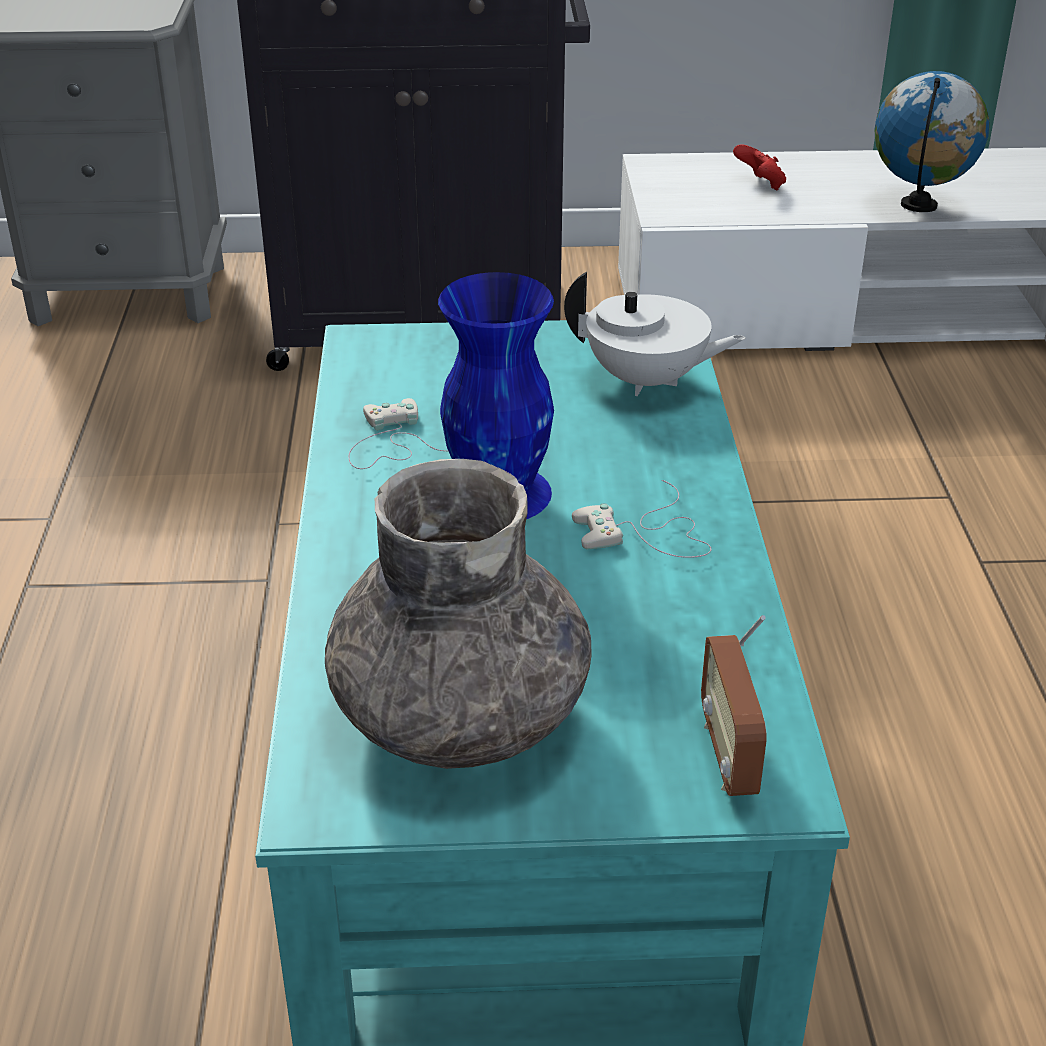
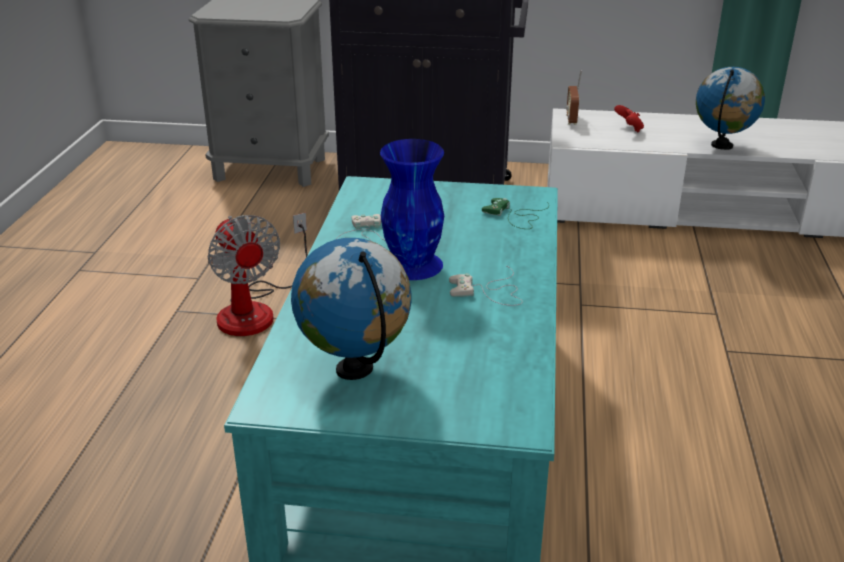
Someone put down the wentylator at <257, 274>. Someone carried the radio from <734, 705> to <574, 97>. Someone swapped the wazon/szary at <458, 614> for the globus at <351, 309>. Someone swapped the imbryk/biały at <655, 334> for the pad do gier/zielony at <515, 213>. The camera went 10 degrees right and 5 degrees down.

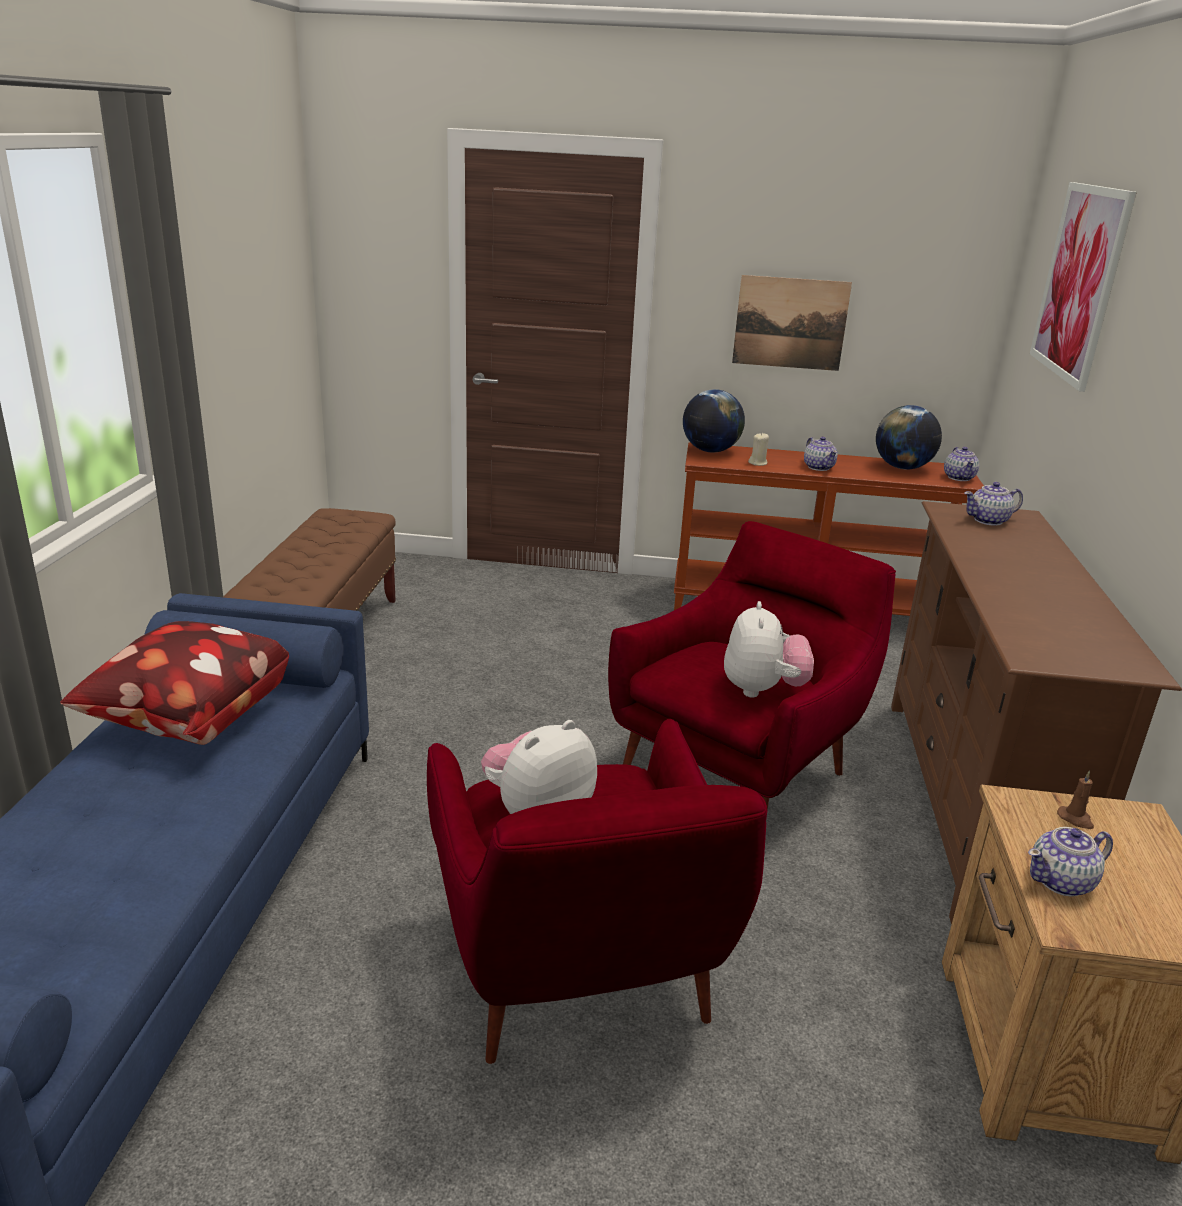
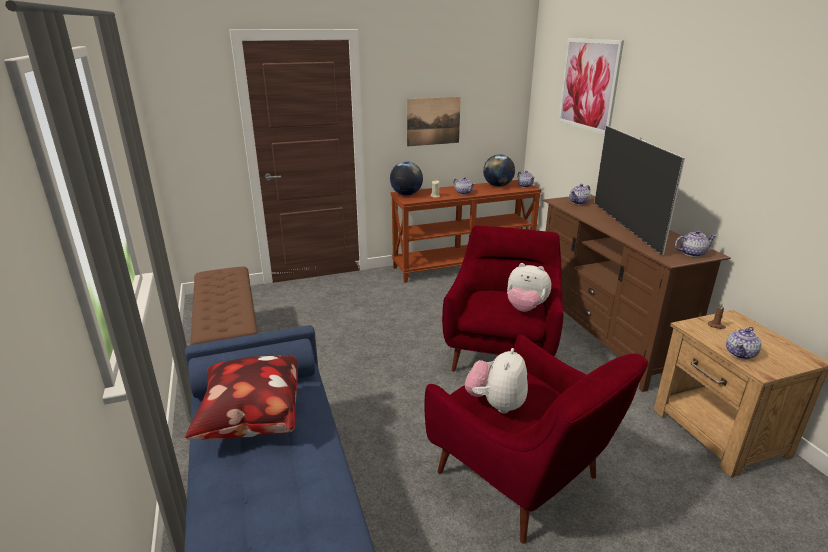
Someone put down the telewizor at <639, 191>. Someone put down the imbryk at <695, 243>. Someone rotated the pluszak at <769, 649> by 135 degrees clockwise. The camera went 25 degrees left and 0 degrees up.

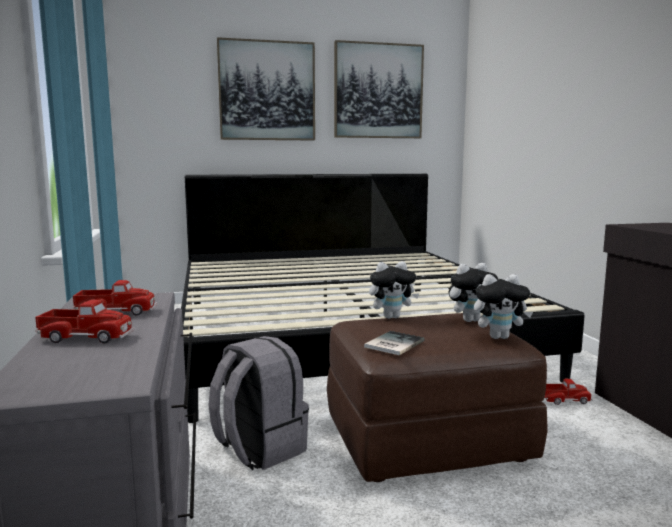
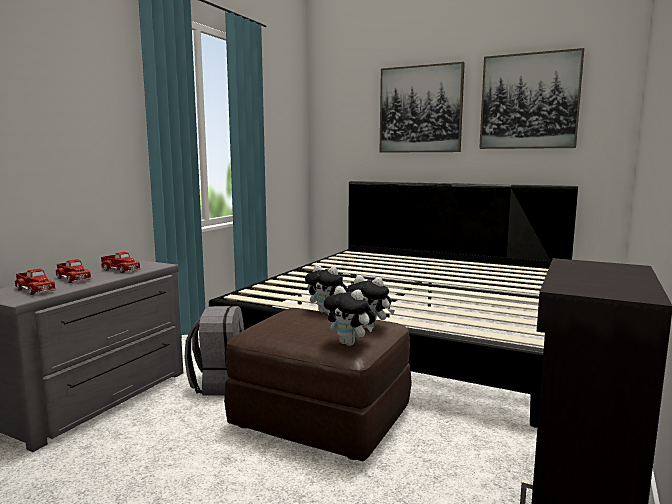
Someone took away the książka at <394, 343>. Someone carried the ciężarówka zabawkowa from <568, 391> to <35, 281>. The camera went 40 degrees right and 0 degrees up.

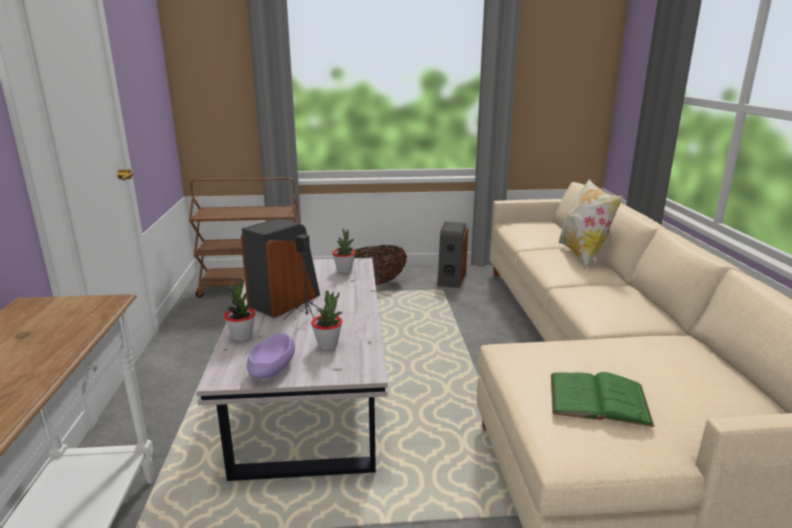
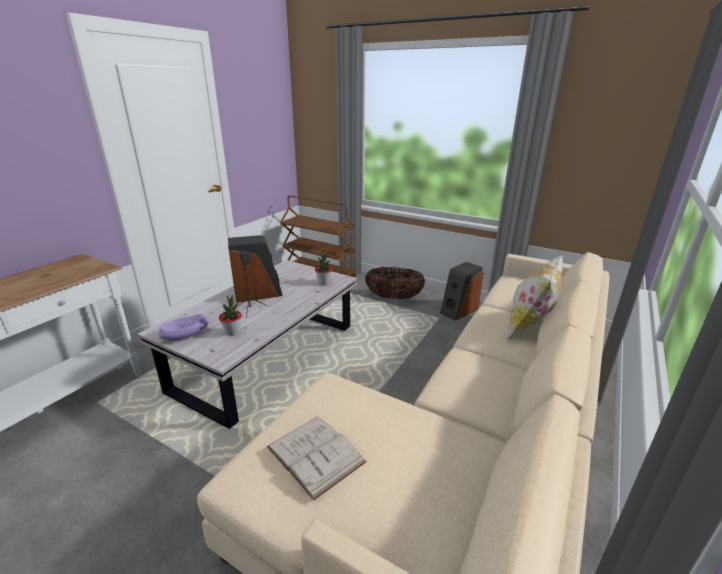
Someone took away the roślina doniczkowa at <239, 310>. Someone repainted the książka/zielony at <602, 399>, which became the książka/biały at <316, 458>. The camera went 35 degrees right and 5 degrees up.

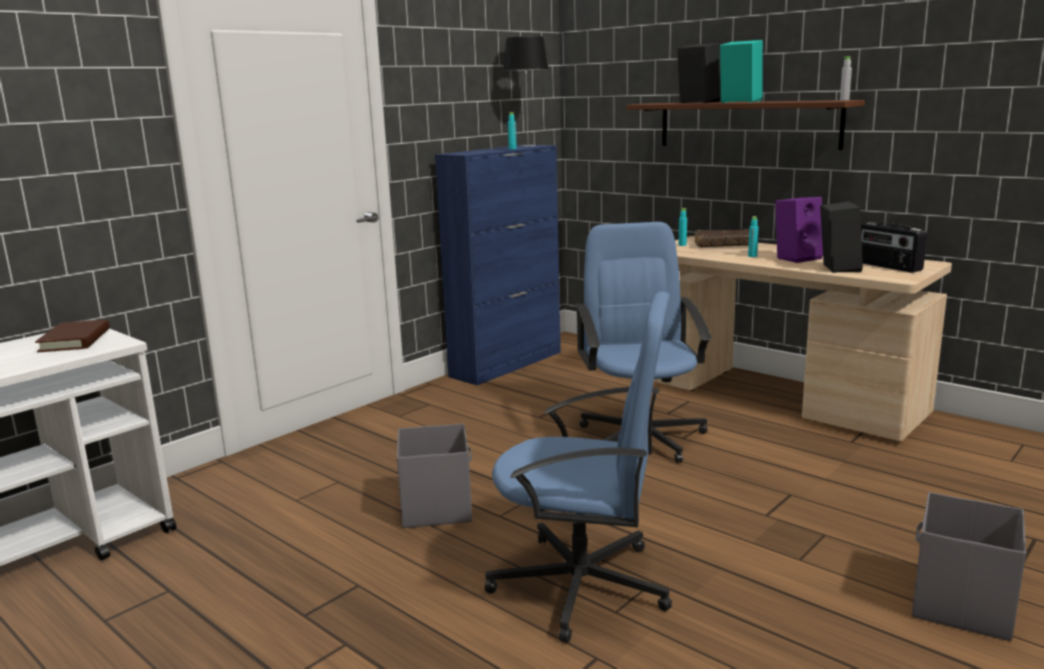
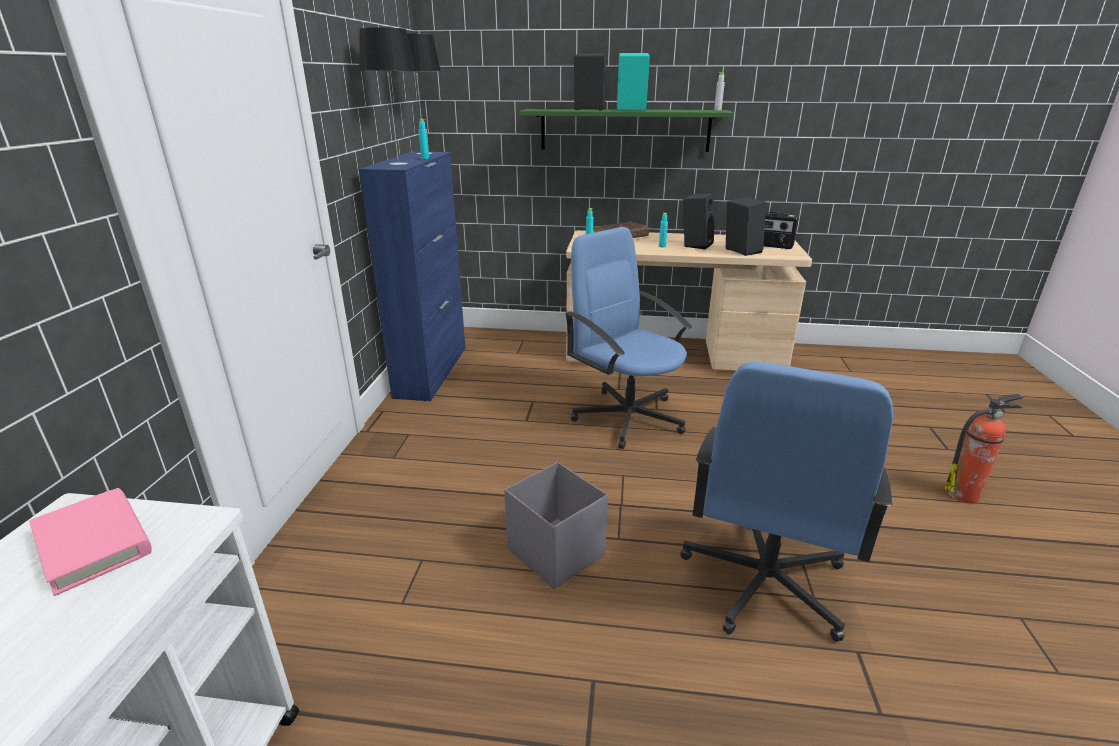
Someone put down the lampa stołowa at <387, 96>. Someone swapped the pojemnik do przechowywania/szary at <969, 566> for the gaśnica at <984, 448>. Someone repainted the książka/brązowy at <72, 336>, which became the książka/różowy at <90, 542>. Someone repainted the półka/brązowy at <745, 125>, which became the półka/zielony at <626, 130>. Someone repainted the głośnik/fioletowy at <799, 230>, which became the głośnik/czarny at <698, 221>. Someone rotated the krzesło biurowe/niebieski at <578, 467> by 135 degrees clockwise. The camera went 35 degrees left and 10 degrees up.

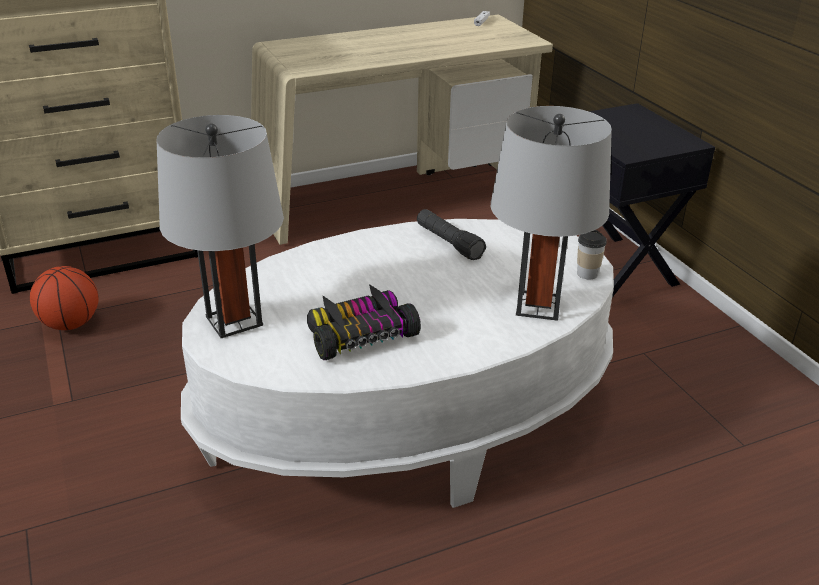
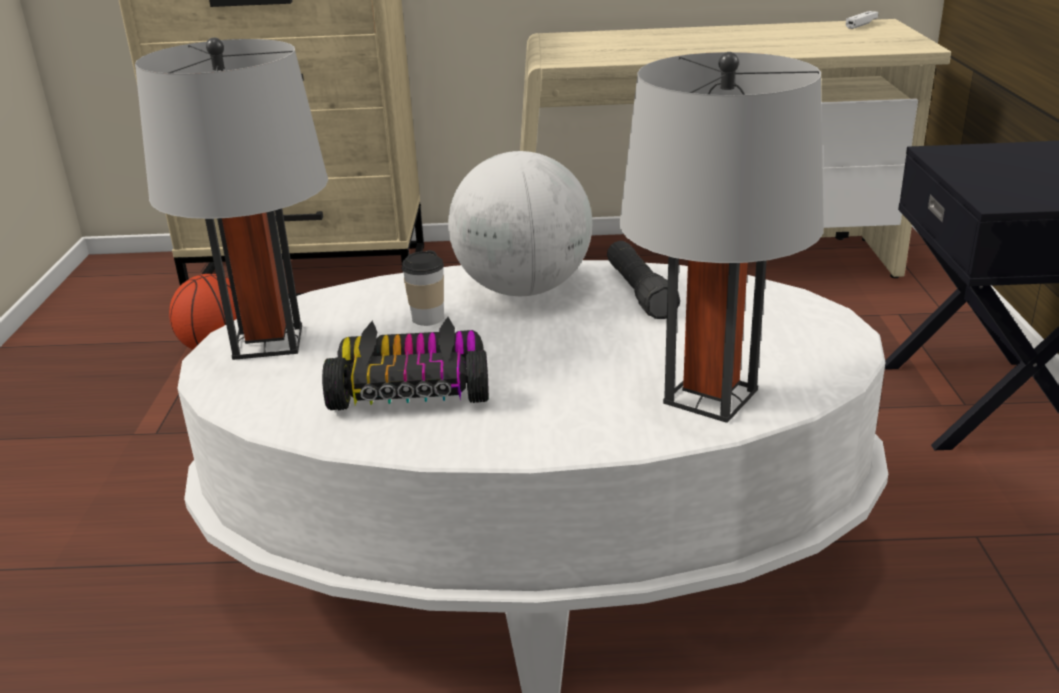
Someone put down the globus at <520, 223>. Someone carried the filiżanka from <592, 254> to <423, 288>. The camera went 25 degrees right and 5 degrees down.

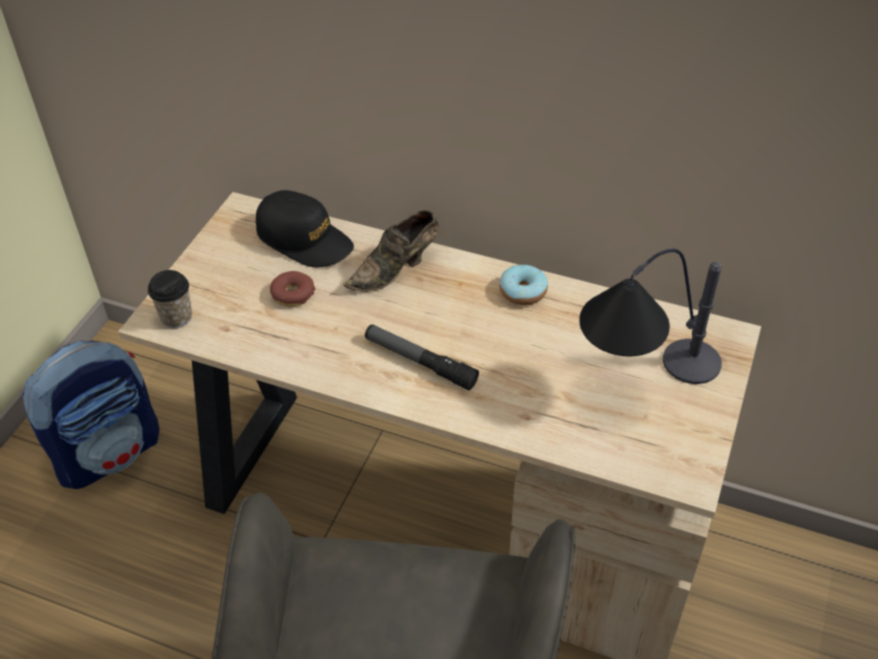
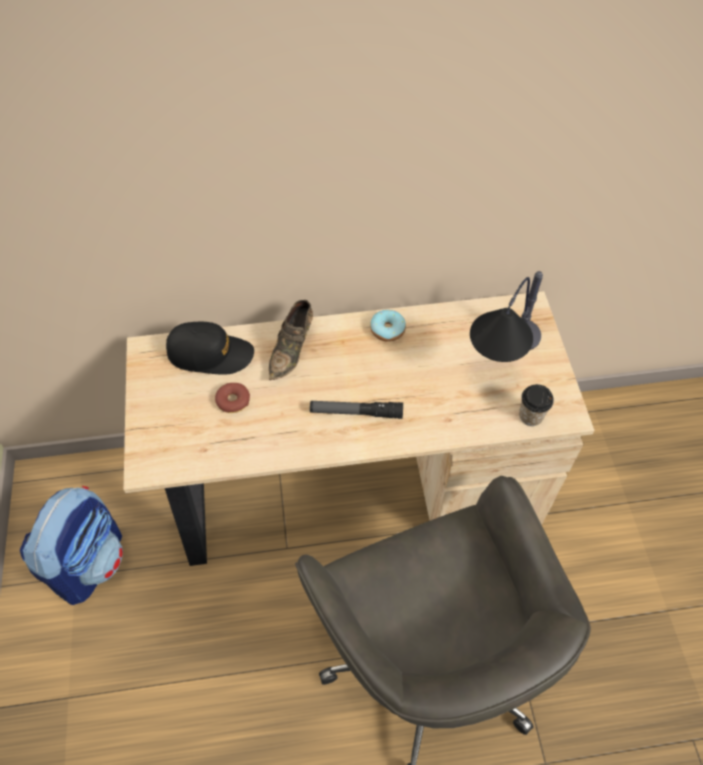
Someone carried the filiżanka from <170, 299> to <536, 405>. The camera went 30 degrees left and 10 degrees up.

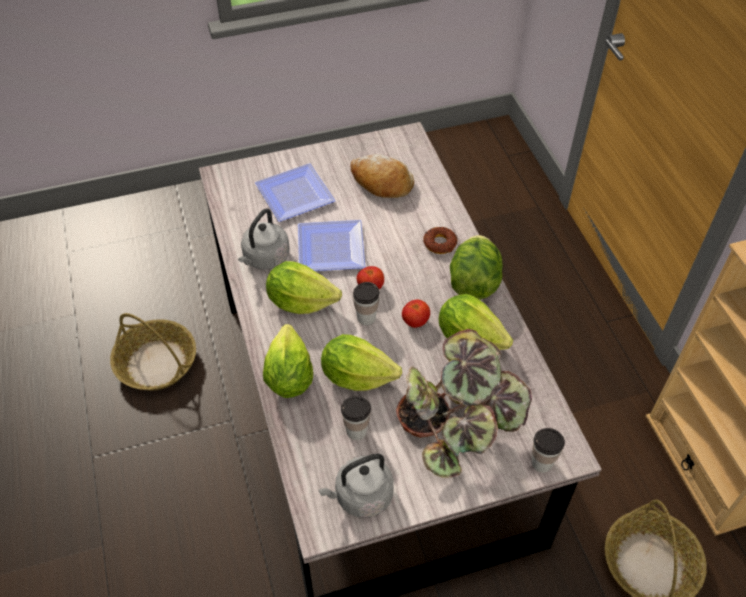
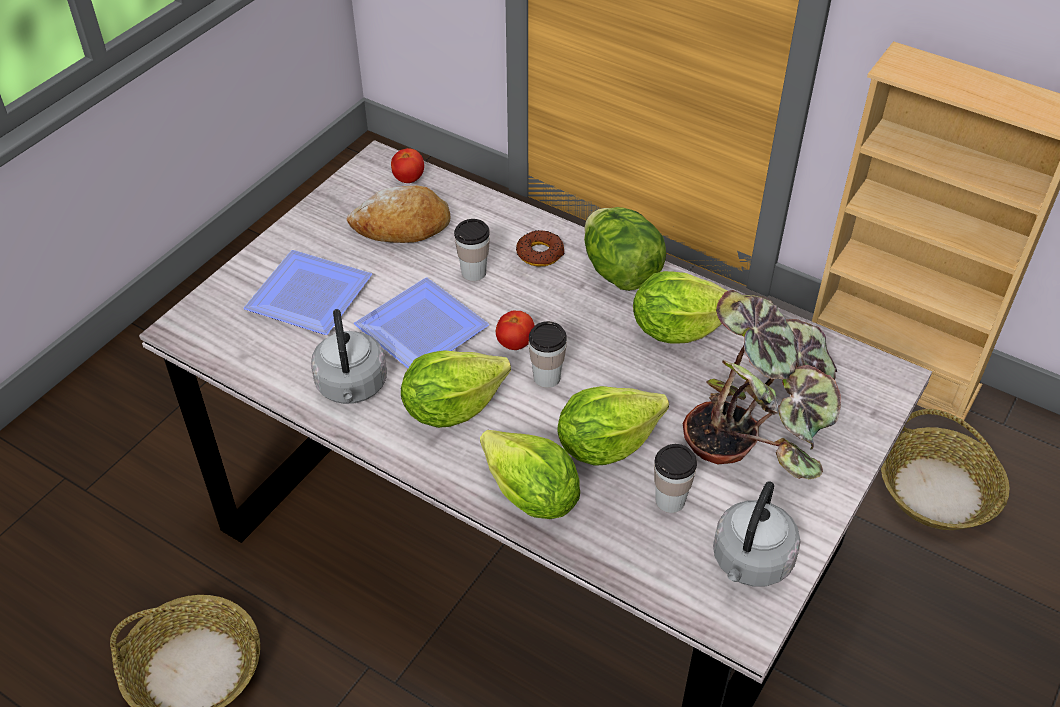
Someone carried the pomidor from <416, 313> to <407, 165>. Someone carried the filiżanka from <548, 450> to <472, 250>. The camera went 40 degrees left and 5 degrees down.

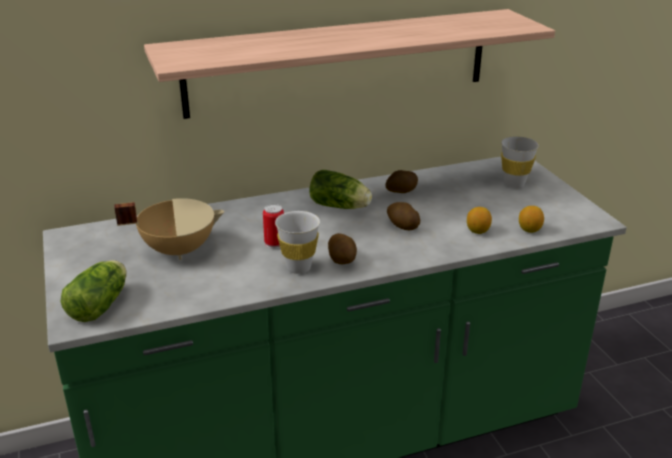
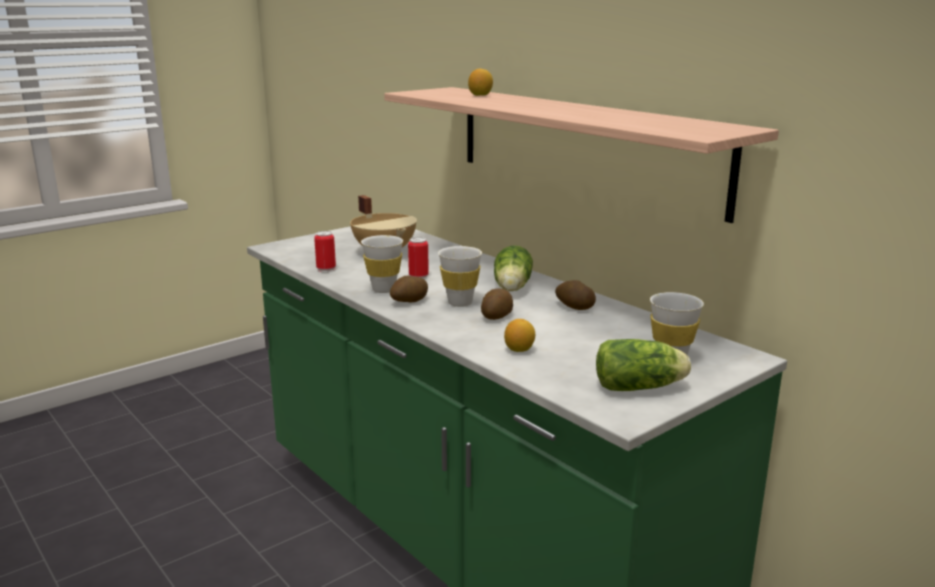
Someone put down the puszka at <325, 251>. Someone put down the filiżanka/biały at <460, 276>. Someone carried the sałata from <94, 291> to <643, 365>. Someone carried the cytryna from <531, 219> to <480, 82>. The camera went 70 degrees right and 10 degrees down.

